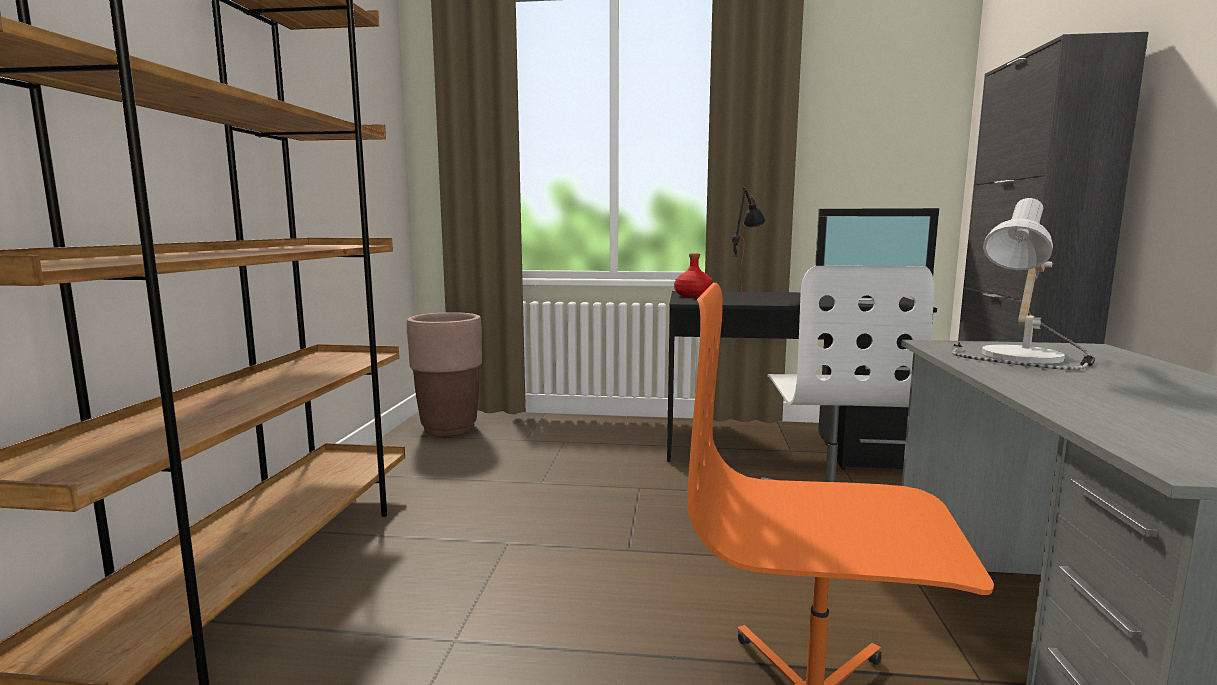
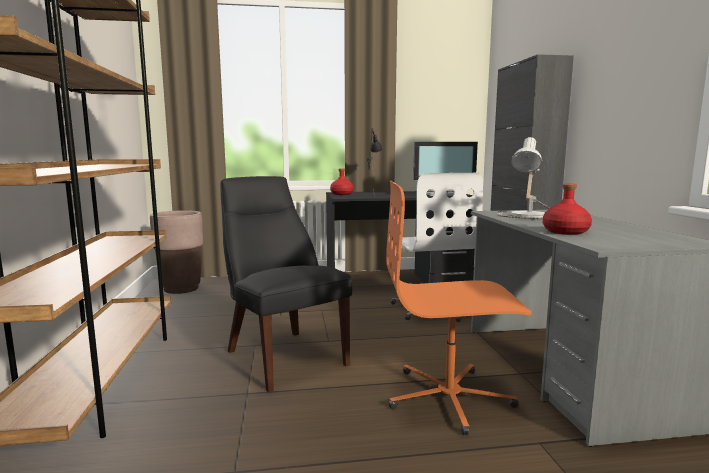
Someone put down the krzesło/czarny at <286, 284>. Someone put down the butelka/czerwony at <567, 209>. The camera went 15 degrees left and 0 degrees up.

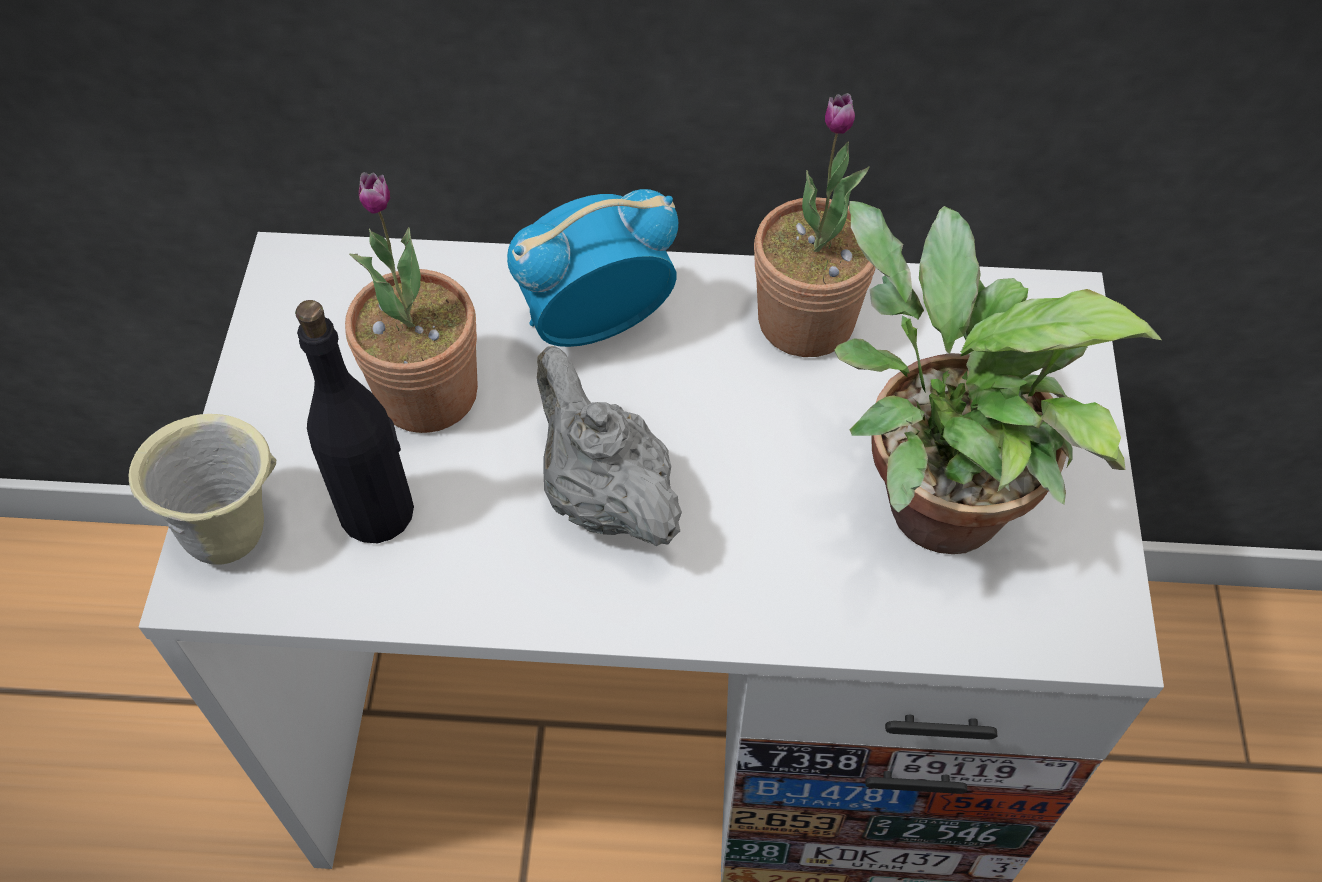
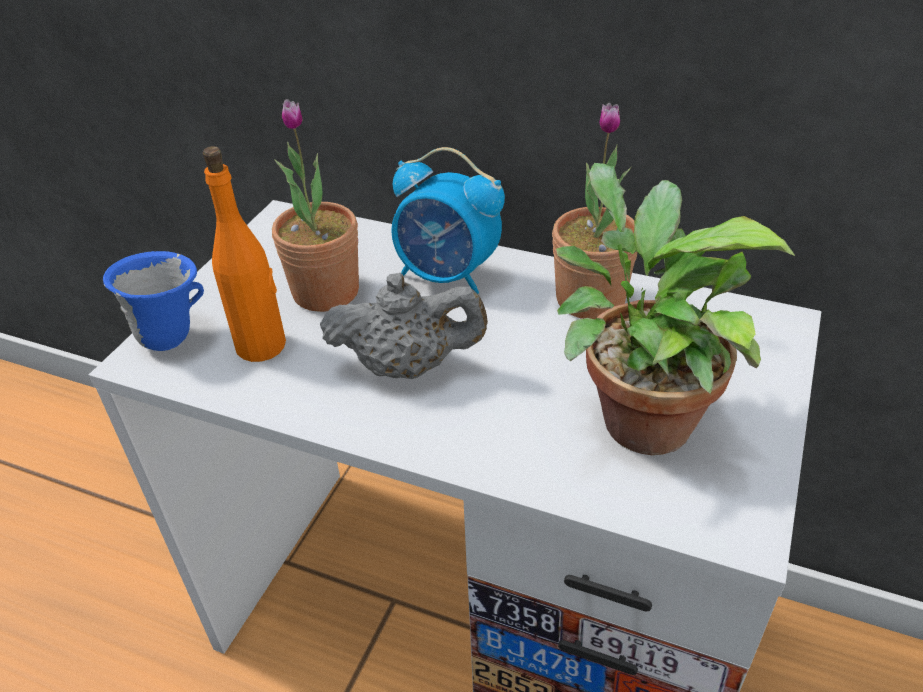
Someone repainted the kubek/beżowy at <202, 489>, which became the kubek/niebieski at <153, 301>. Someone repainted the butelka/czarny at <354, 421>, which became the butelka/pomarańczowy at <244, 254>. Someone rotated the budzik at <592, 268> by 150 degrees counterclockwise. Someone rotated the imbryk/szary at <609, 446> by 105 degrees clockwise. The camera went 20 degrees right and 15 degrees down.

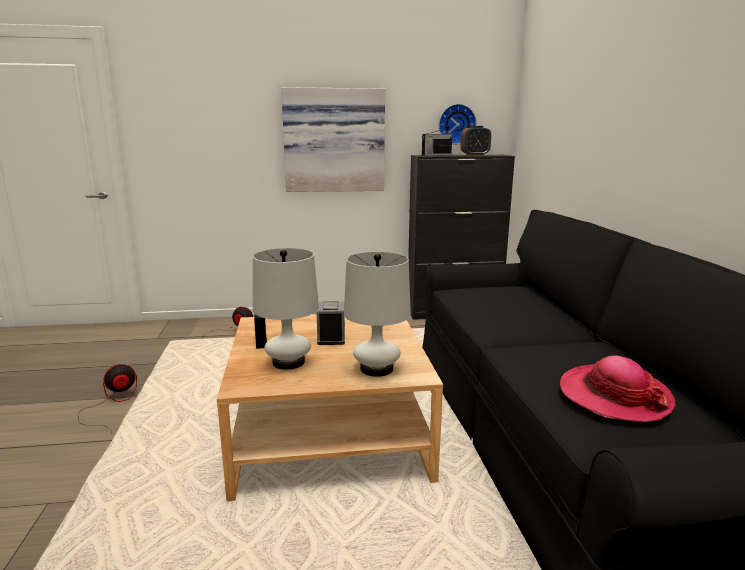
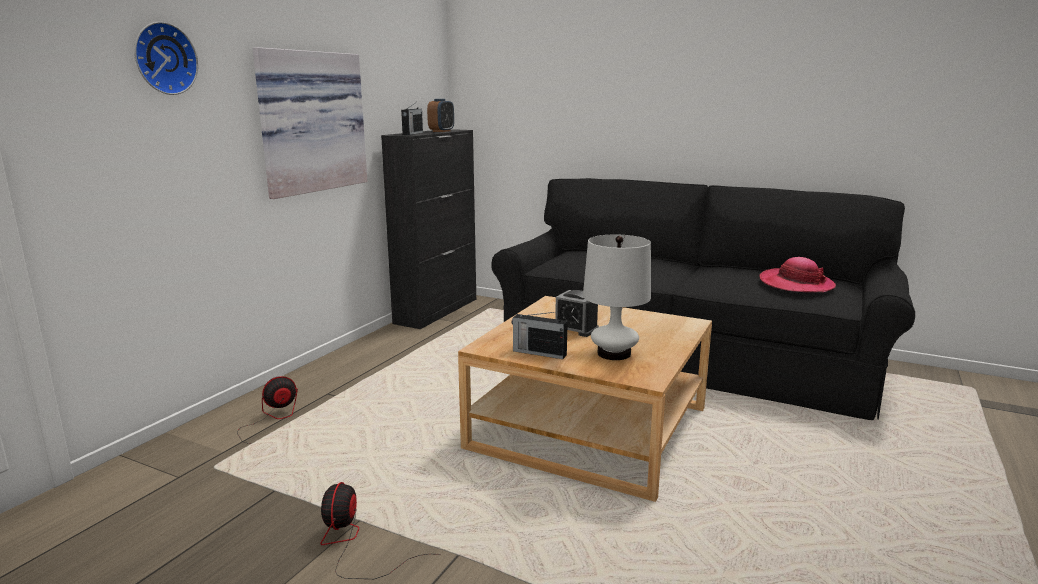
Someone took away the lampa stołowa/biały at <377, 314>. Someone carried the zegar ścienny from <457, 124> to <166, 58>. The camera went 55 degrees left and 0 degrees up.

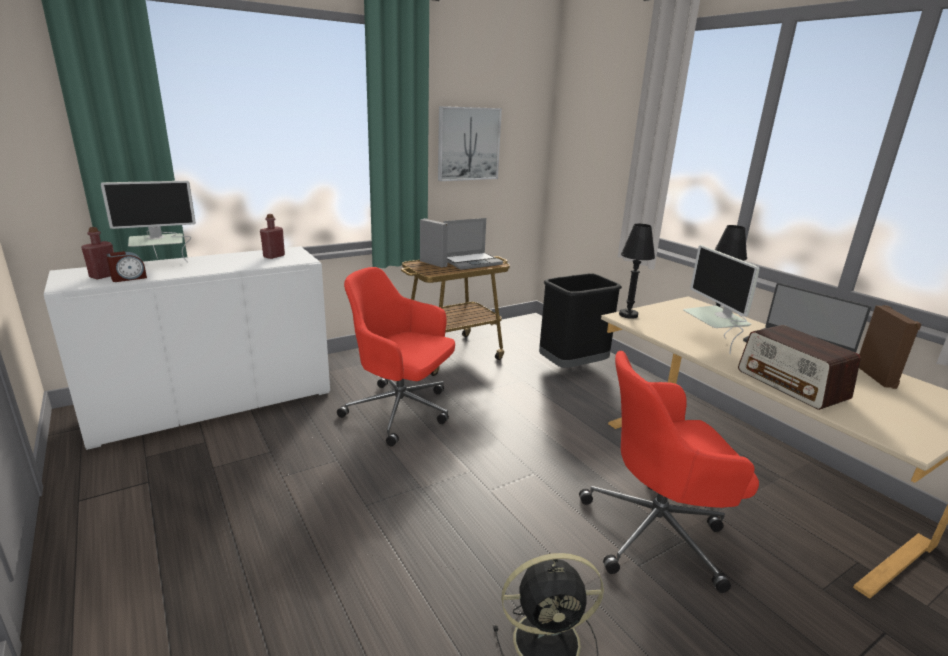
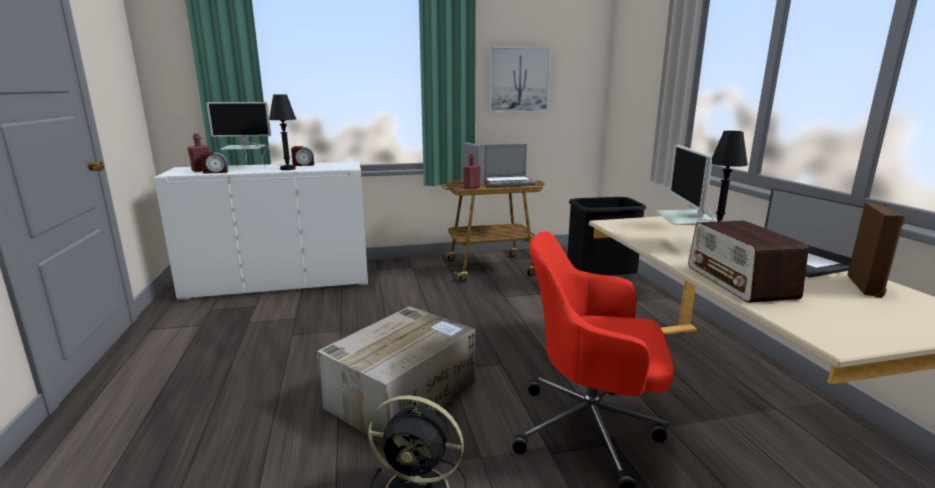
Someone took away the krzesło biurowe/czerwony at <396, 357>. Someone put down the budzik at <303, 156>. Someone put down the karton at <395, 375>. Someone carried the butelka/czerwony from <272, 236> to <472, 171>. Someone carried the lampa stołowa/czarny from <637, 271> to <282, 132>. The camera went 20 degrees right and 5 degrees down.

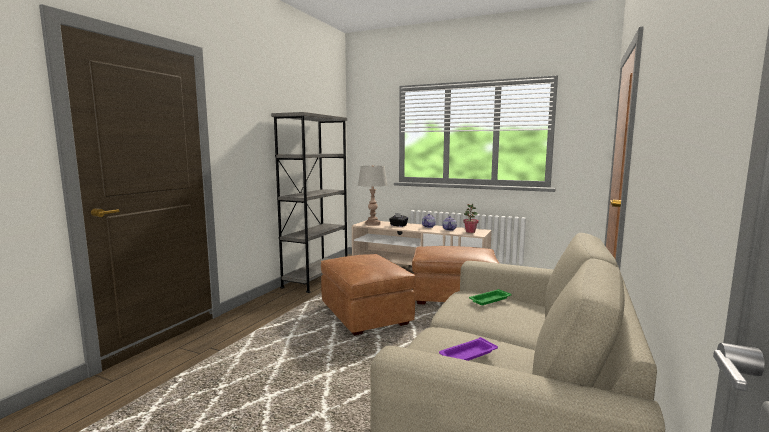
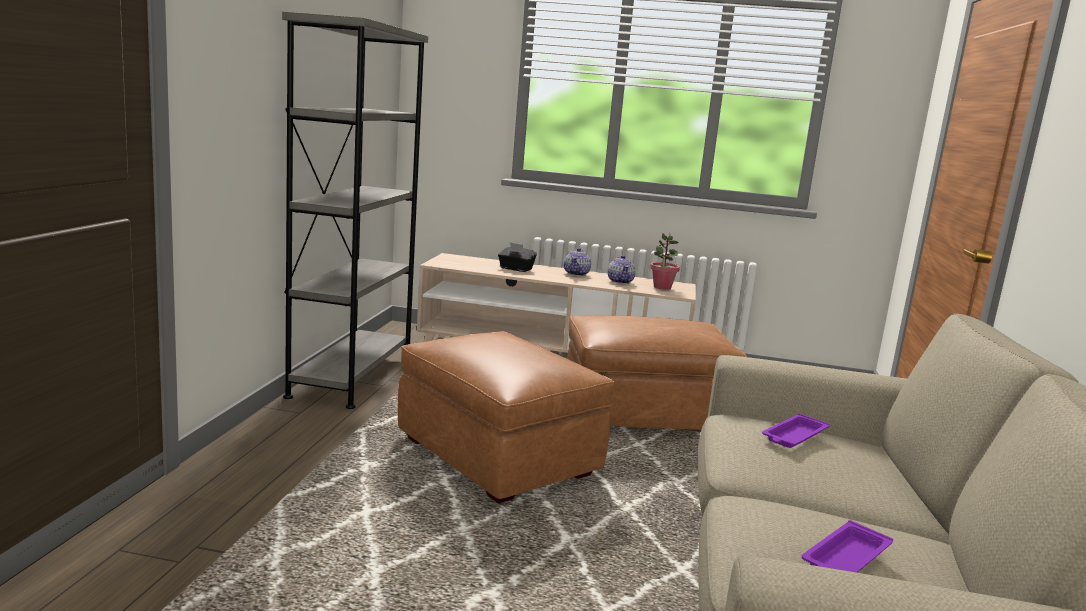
Someone took away the lampa stołowa/szary at <372, 195>. Someone repainted the taca/zielony at <490, 297>, which became the taca/fioletowy at <796, 430>. The camera went 15 degrees left and 5 degrees up.

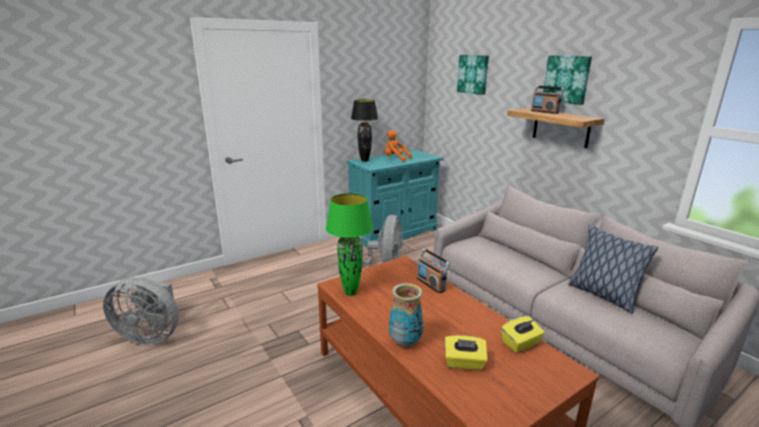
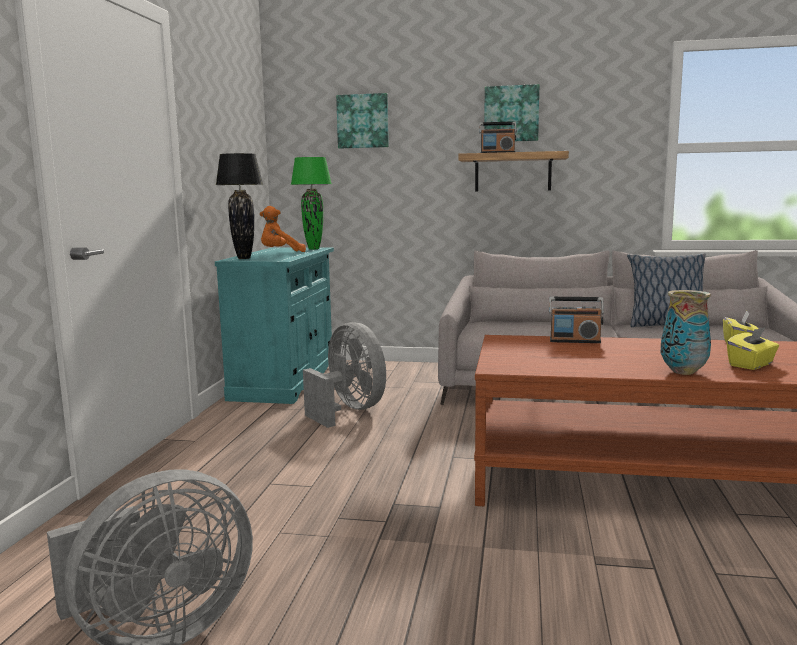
Someone carried the lampa stołowa/zielony from <349, 244> to <311, 203>. The camera went 45 degrees left and 10 degrees down.

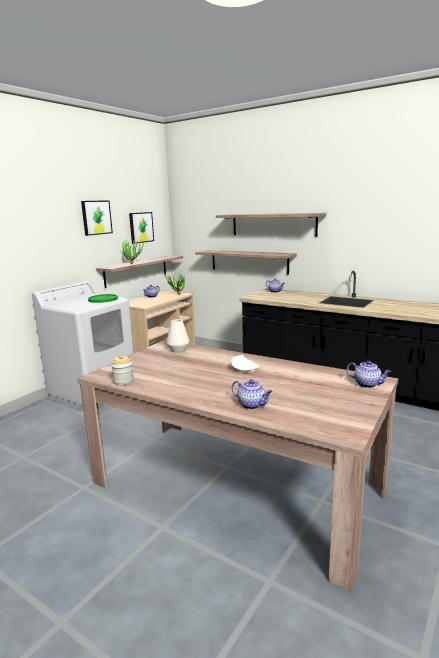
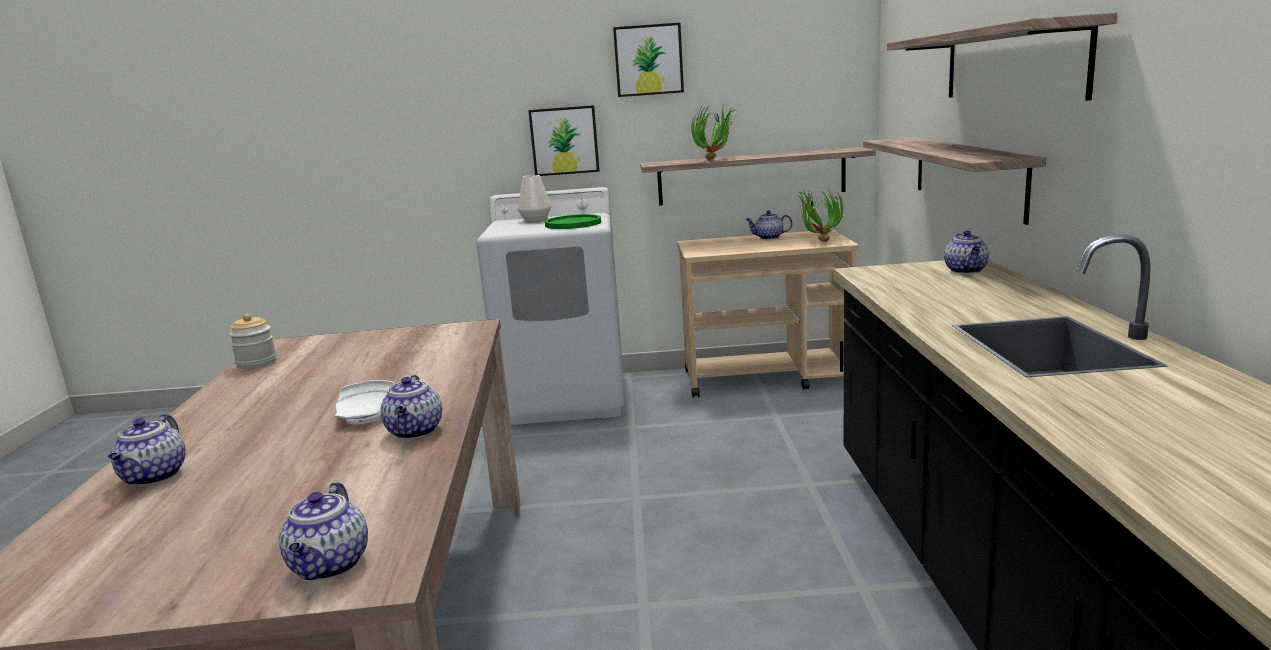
Someone put down the imbryk at <411, 407>. Someone carried the obraz from <141, 228> to <563, 140>. Someone carried the wazon/biały from <178, 336> to <534, 198>. The camera went 55 degrees right and 0 degrees up.

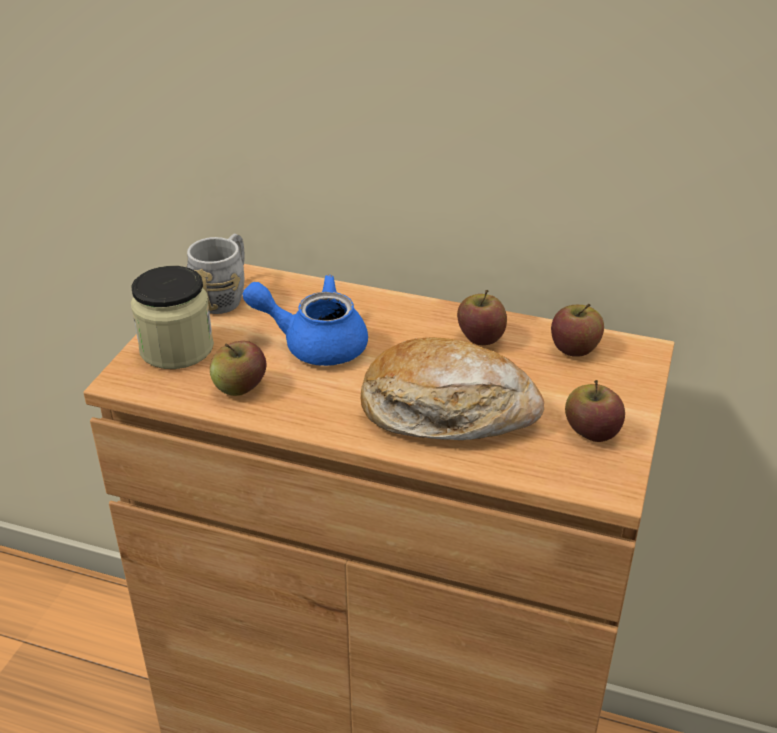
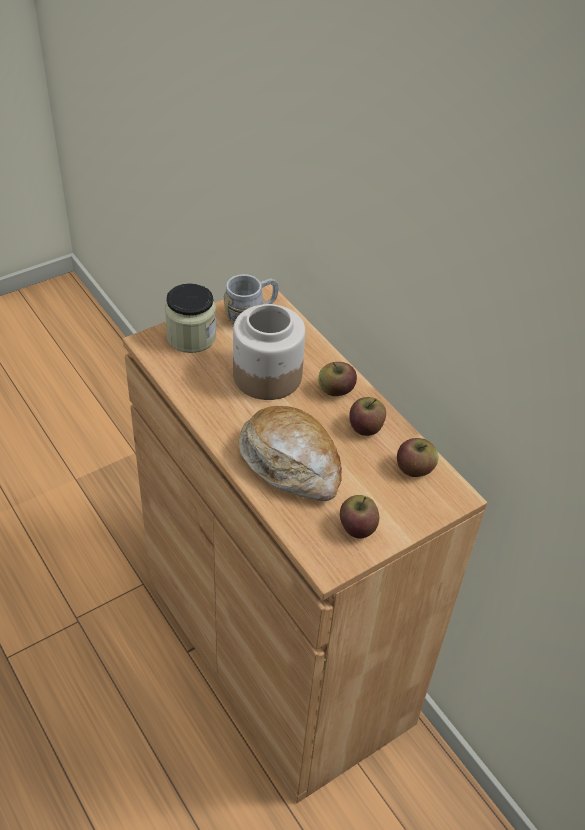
Someone carried the jabłko from <238, 368> to <337, 379>. Someone swapped the imbryk/niebieski at <305, 320> for the słoik at <269, 352>. The camera went 35 degrees right and 10 degrees up.

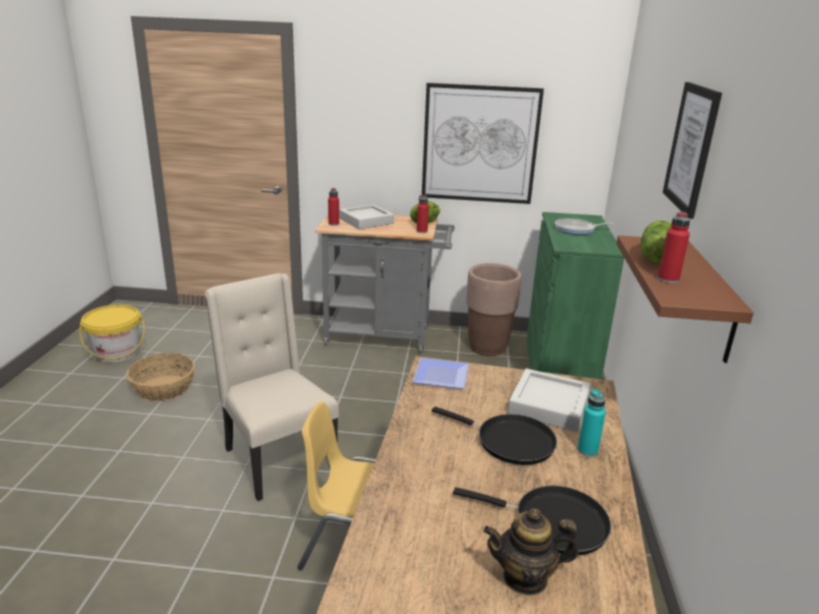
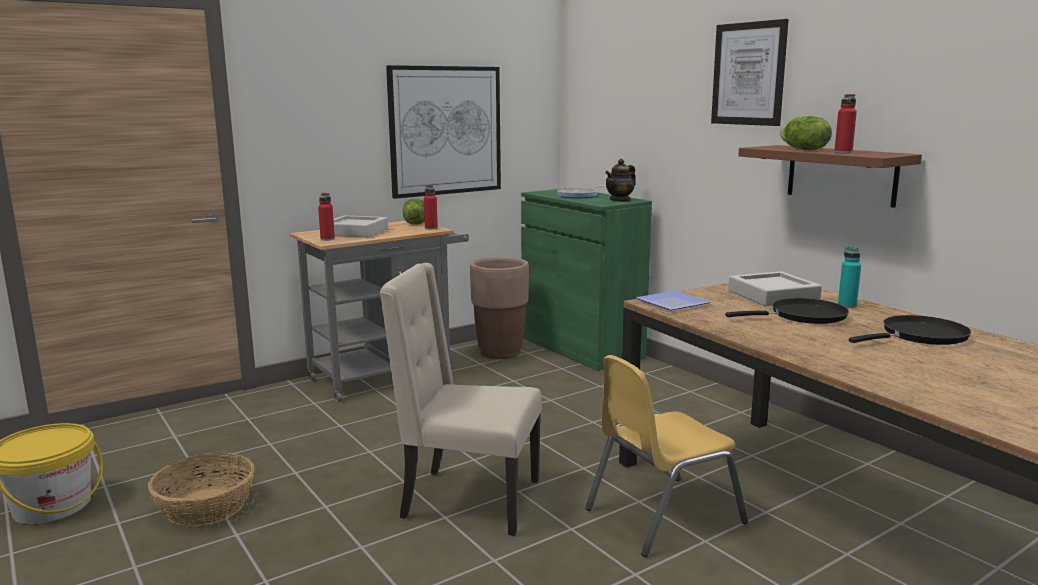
Someone carried the imbryk from <530, 551> to <620, 180>. The camera went 40 degrees left and 10 degrees down.

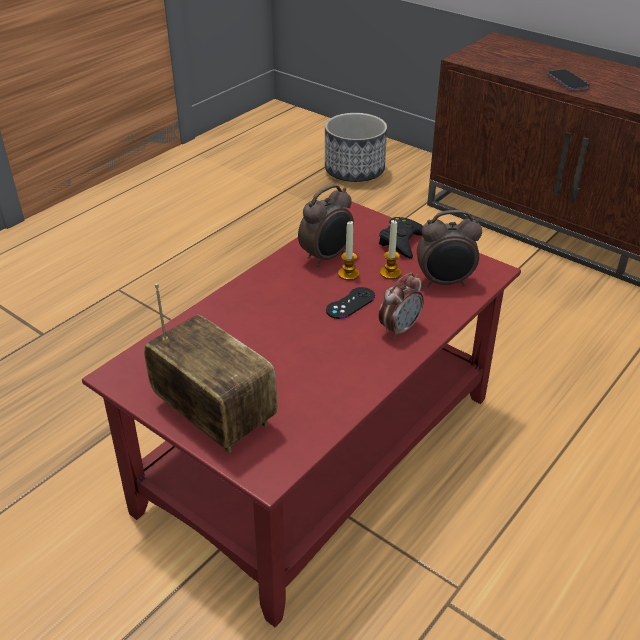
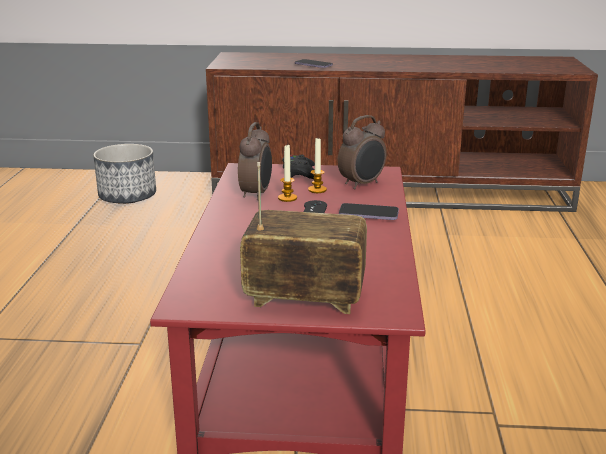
Someone swapped the budzik at <401, 305> for the telefon at <369, 211>. The camera went 35 degrees left and 15 degrees down.

